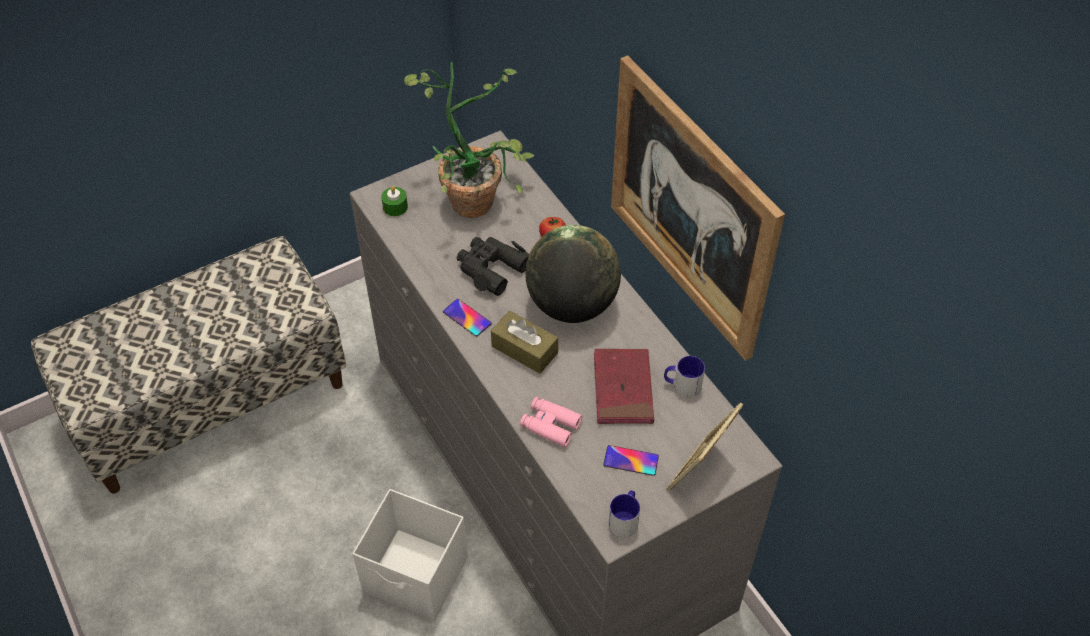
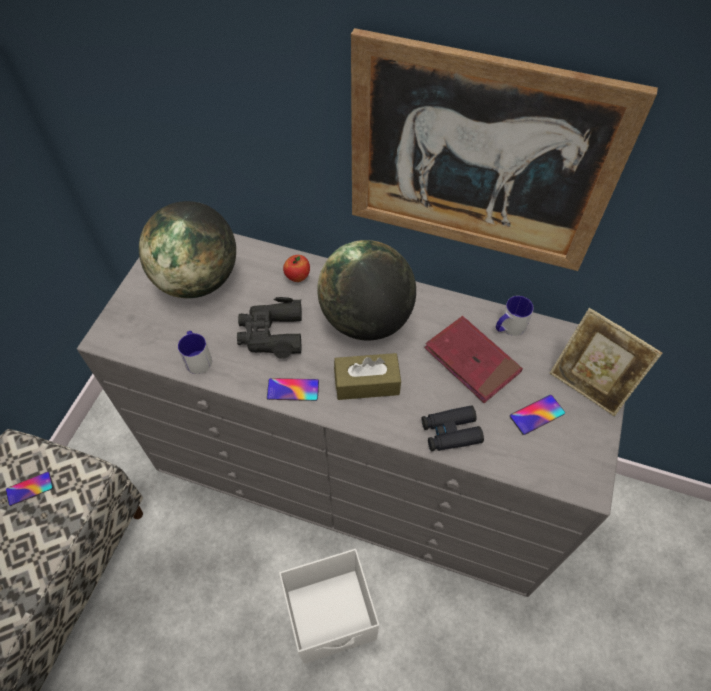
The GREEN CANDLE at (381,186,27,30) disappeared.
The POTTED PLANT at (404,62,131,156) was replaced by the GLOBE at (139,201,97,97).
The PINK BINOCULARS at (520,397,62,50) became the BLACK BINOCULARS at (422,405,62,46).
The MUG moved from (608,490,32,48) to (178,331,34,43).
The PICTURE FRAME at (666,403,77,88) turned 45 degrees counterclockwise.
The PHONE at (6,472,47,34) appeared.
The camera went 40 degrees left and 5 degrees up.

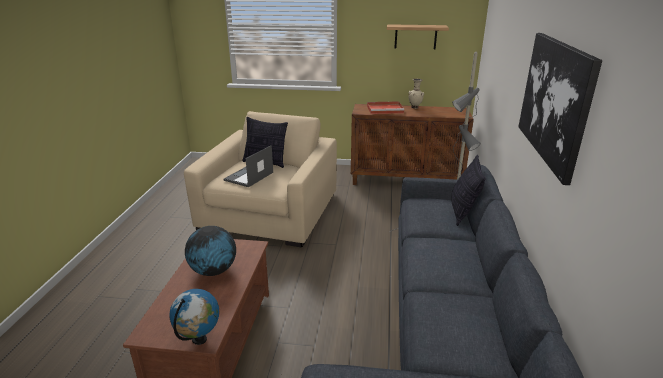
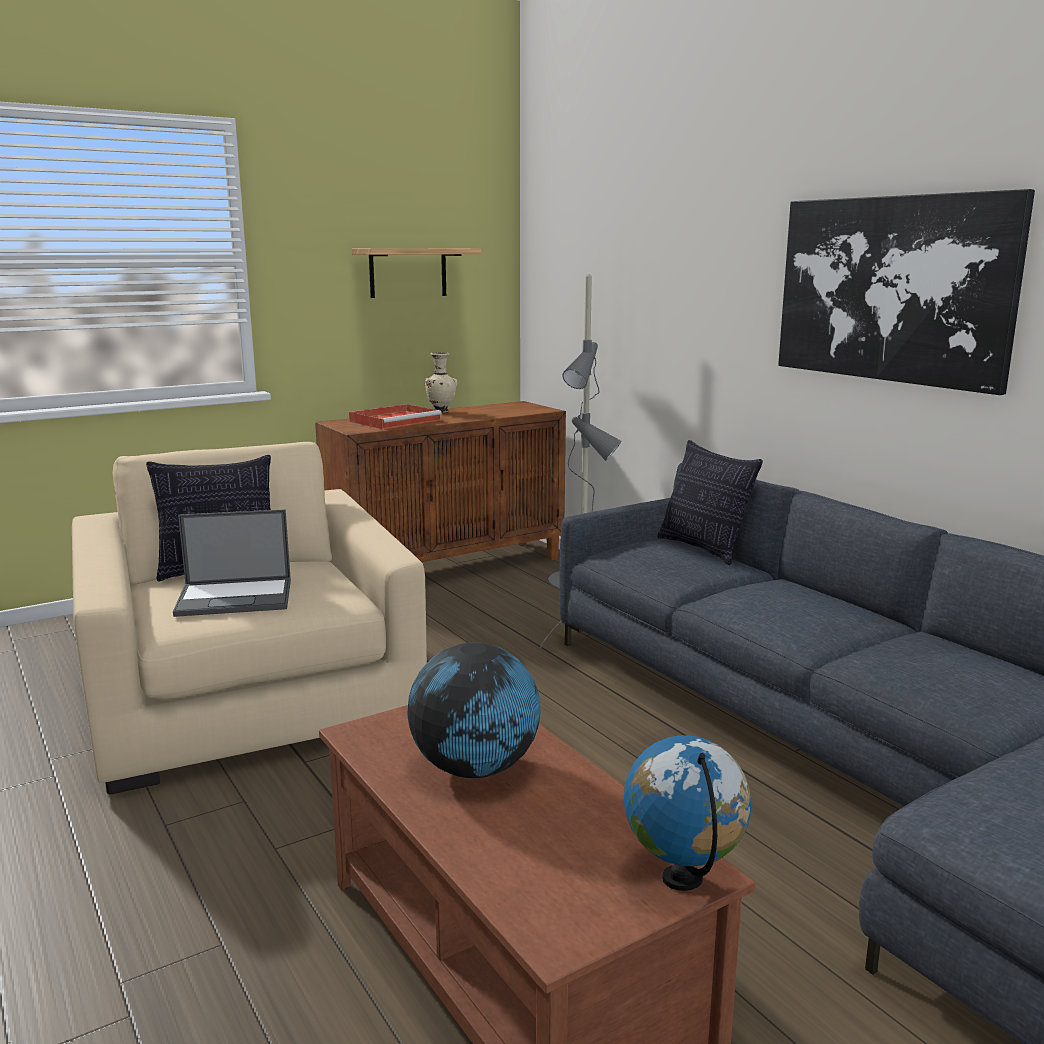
The LAPTOP at (223,145,50,42) turned 90 degrees counterclockwise.
The camera went 40 degrees left and 10 degrees down.

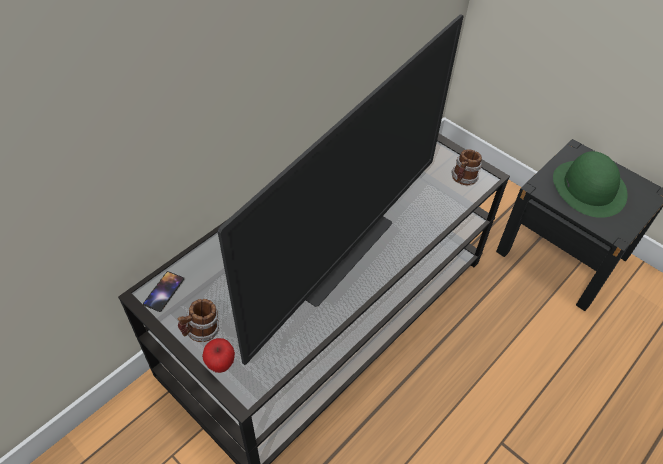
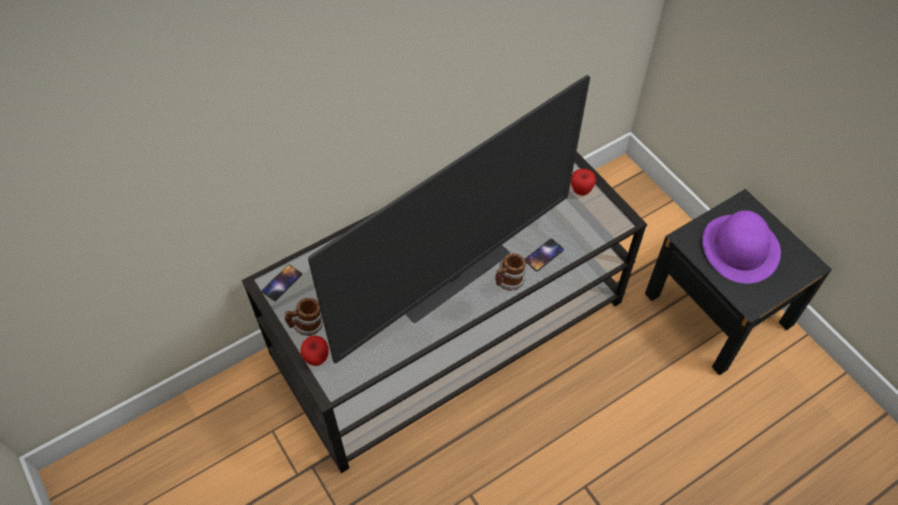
The MUG moved from (451,149,31,36) to (495,253,32,38).
The GREEN HAT at (553,151,75,67) became the PURPLE HAT at (702,210,79,73).
The PHONE at (525,239,39,33) appeared.
The APPLE at (571,169,25,27) appeared.
The camera went 15 degrees right and 5 degrees up.

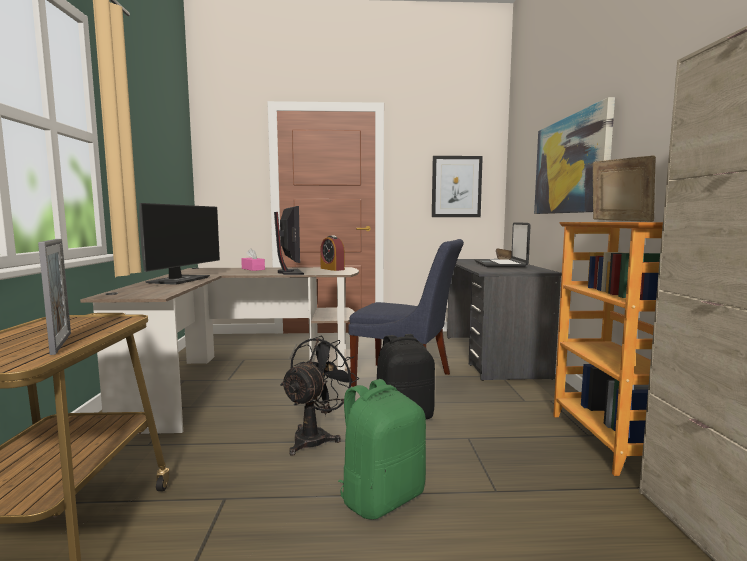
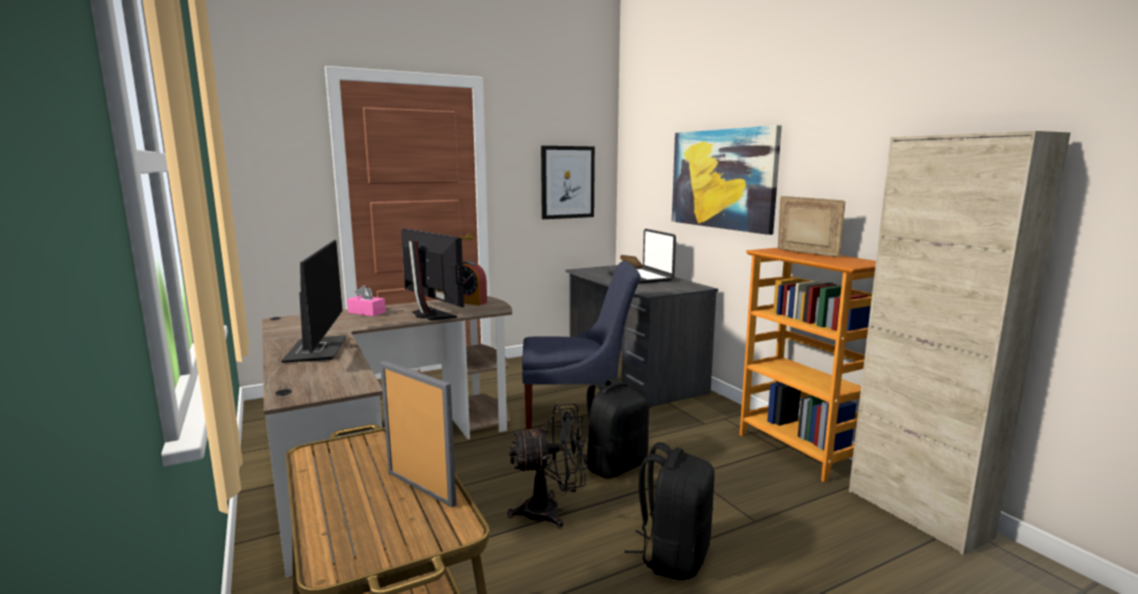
The BLACK FAN at (280,336,79,120) turned 75 degrees clockwise.
The GREEN BACKPACK at (338,379,88,141) became the BLACK BACKPACK at (624,442,91,138).
The camera went 25 degrees left and 5 degrees up.

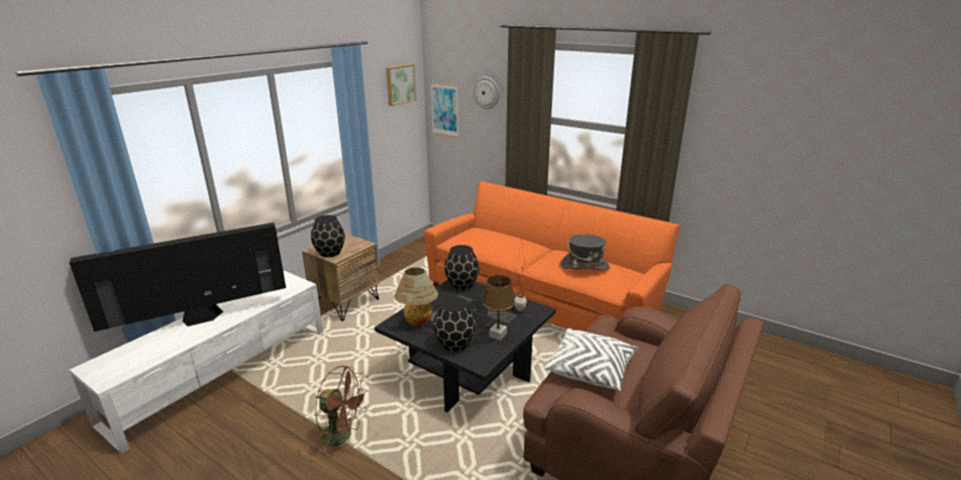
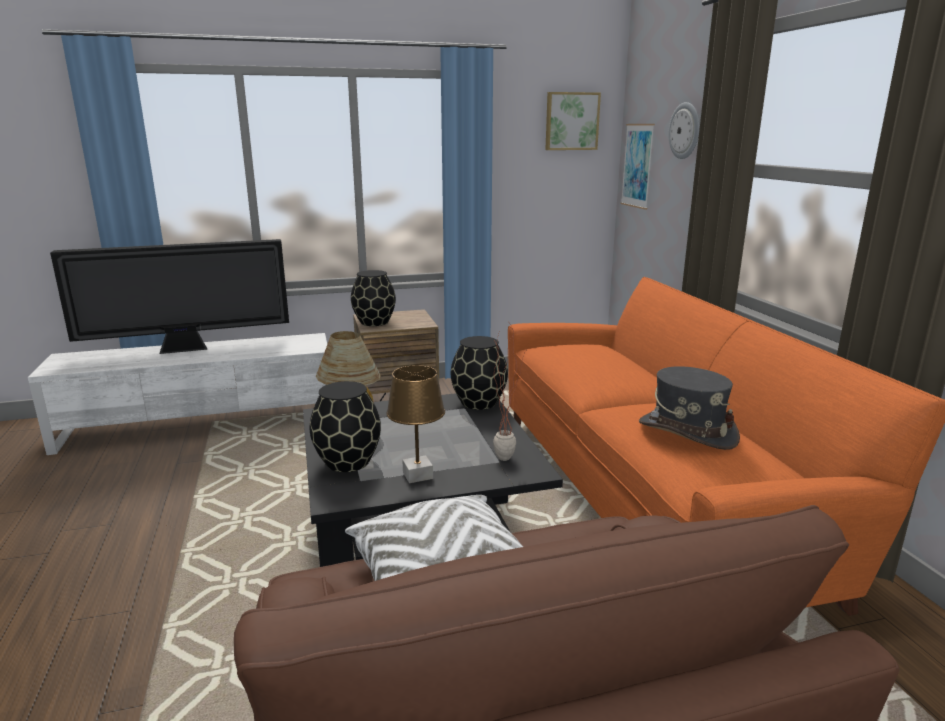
The TELEVISION at (69,222,217,110) turned 150 degrees clockwise.
The BROWN FAN at (315,365,53,92) disappeared.
The camera went 40 degrees right and 5 degrees down.

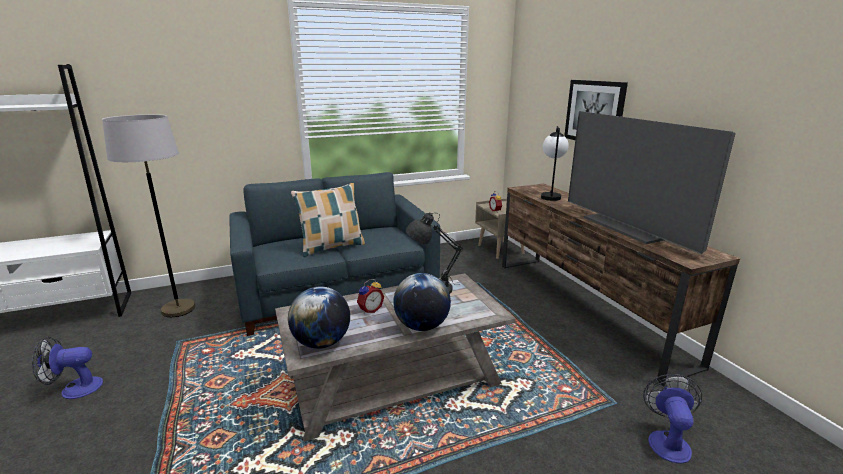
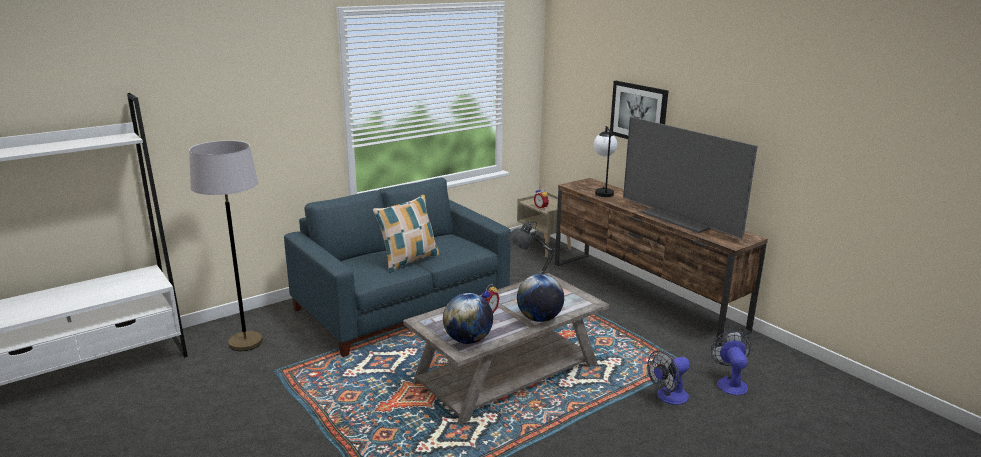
The FAN moved from (32,337,71,62) to (647,351,43,54).
The camera went 15 degrees left and 0 degrees up.

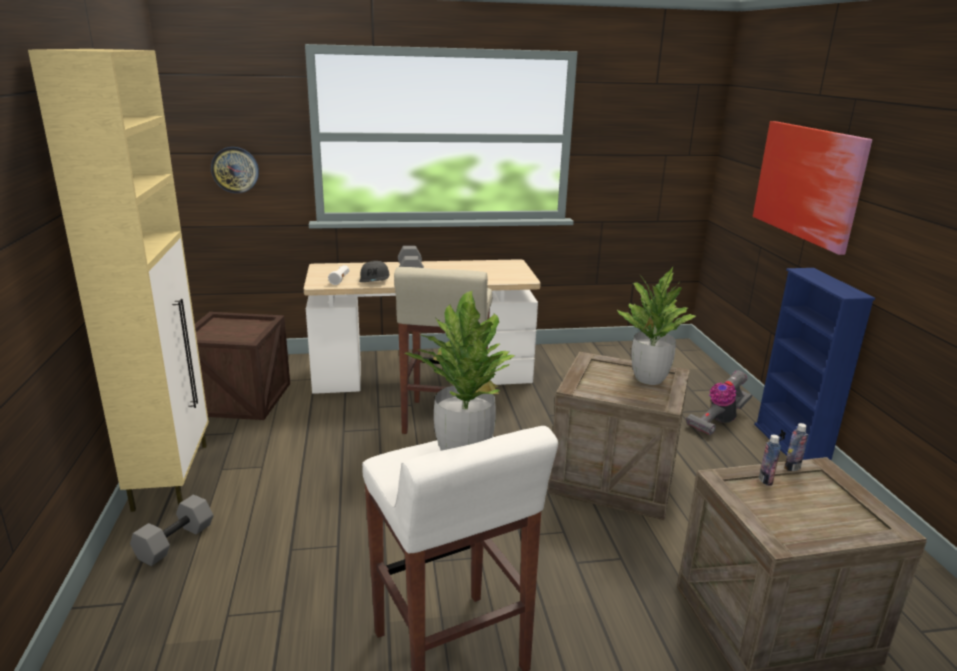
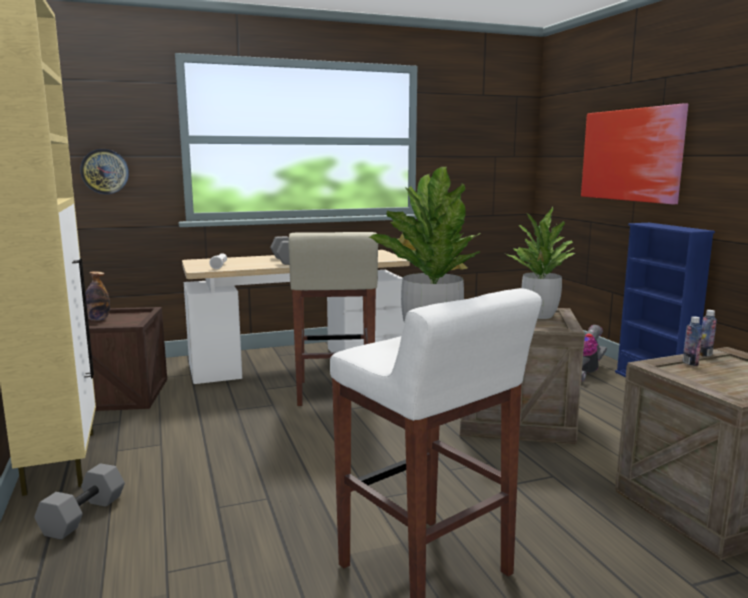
The GREY CAP at (359,261,30,21) disappeared.
The BOTTLE at (85,271,25,50) appeared.
The camera went 10 degrees left and 10 degrees down.

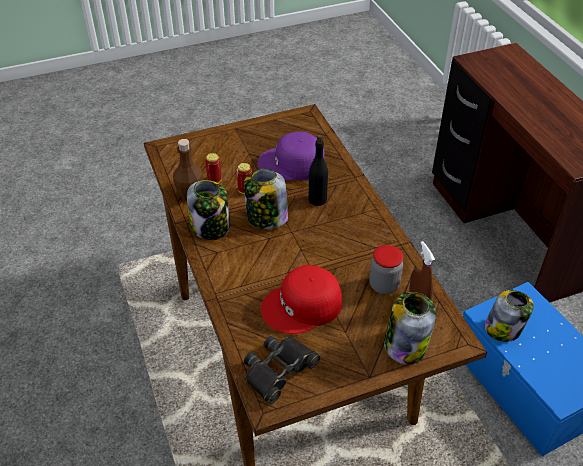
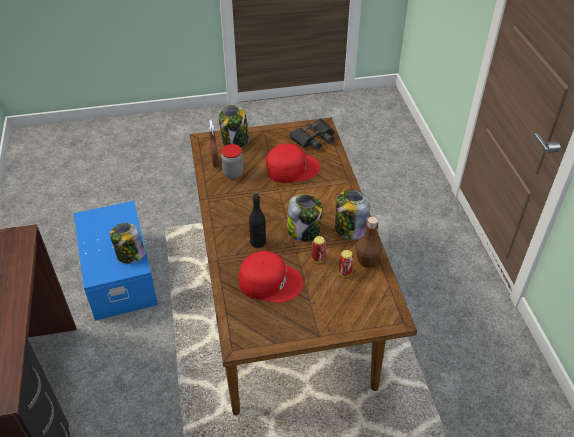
The PURPLE CAP at (257,131,68,49) became the RED CAP at (239,251,64,52).
The camera went 170 degrees left and 0 degrees up.

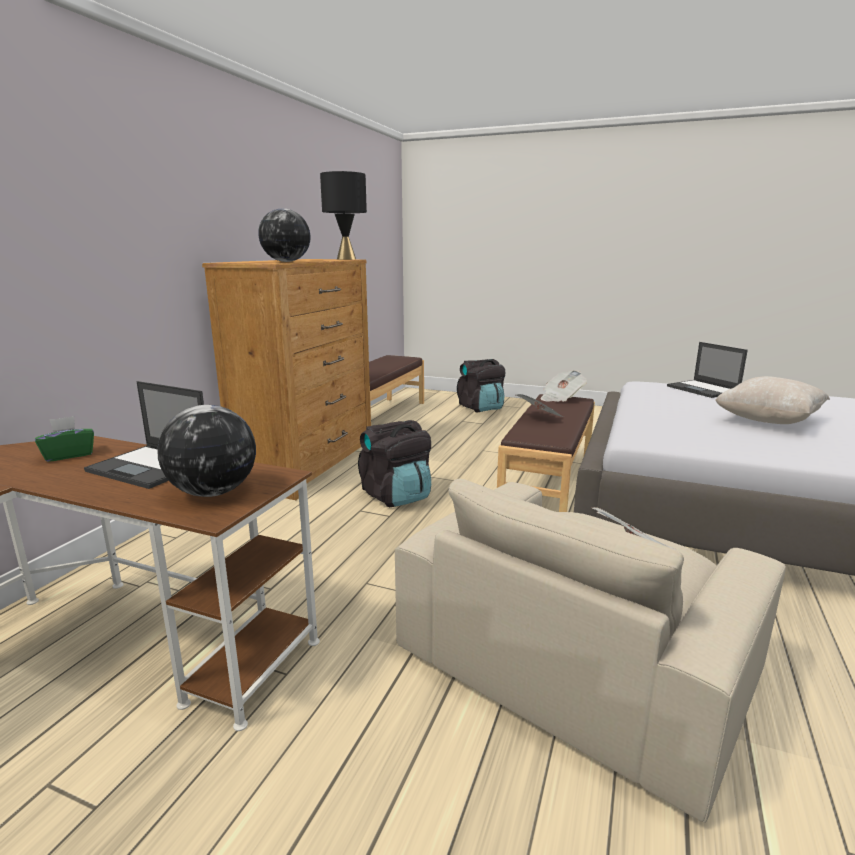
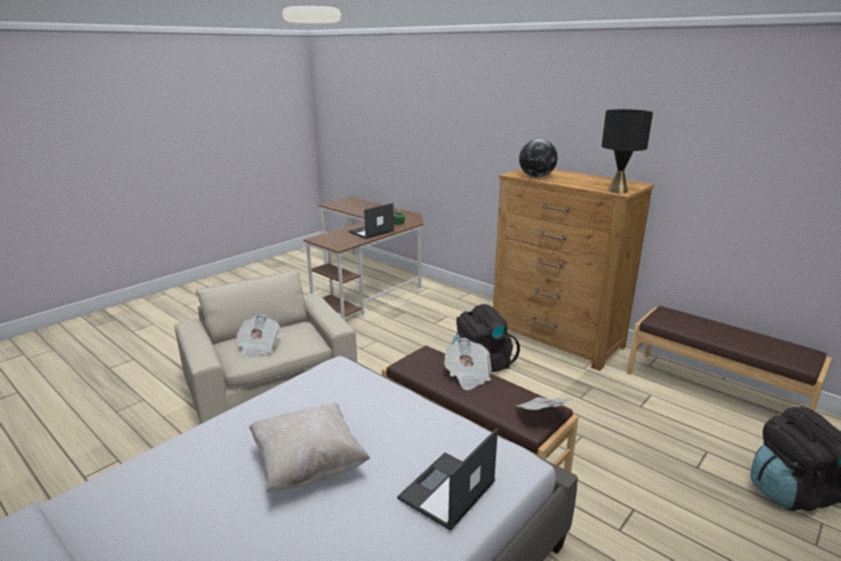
The GLOBE at (157,405,99,92) disappeared.
The LAPTOP at (667,342,81,56) turned 45 degrees counterclockwise.
The camera went 110 degrees right and 5 degrees up.

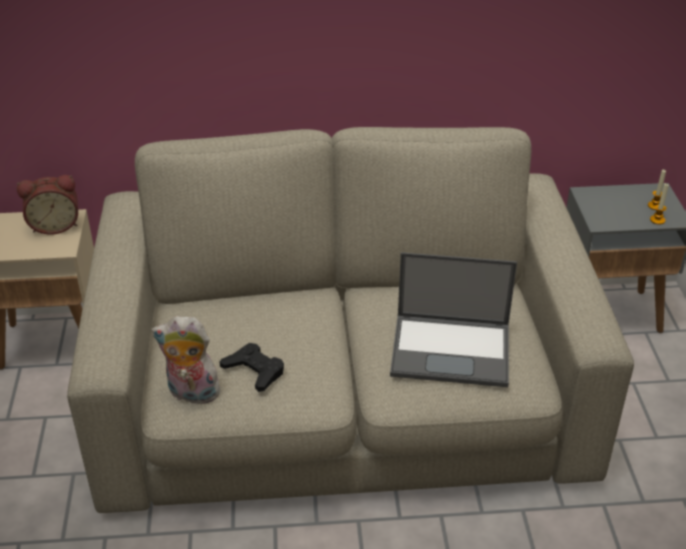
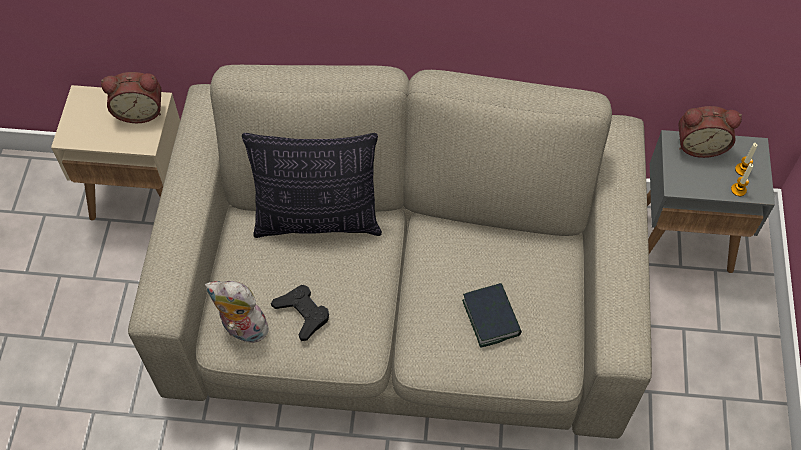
The LAPTOP at (390,252,127,135) was replaced by the BOOK at (462,283,60,65).
The PILLOW at (242,133,140,105) appeared.
The ALARM CLOCK at (679,106,63,52) appeared.
The camera went 10 degrees right and 20 degrees up.

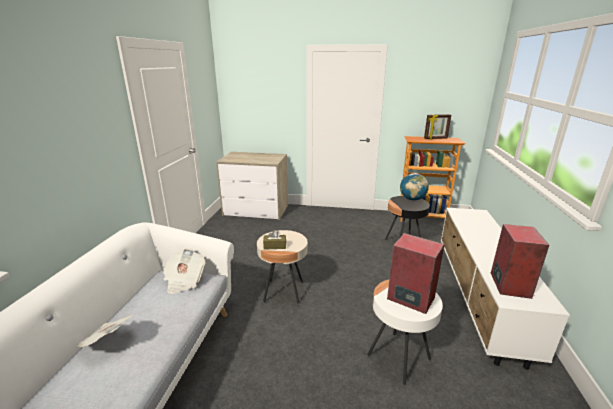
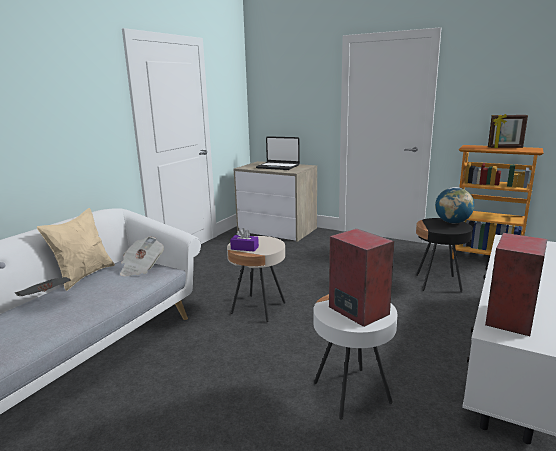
The BROWN TISSUE BOX at (263,230,23,20) became the PURPLE TISSUE BOX at (230,228,29,23).
The BEIGE PILLOW at (37,208,78,83) appeared.
The LAPTOP at (256,136,44,34) appeared.
The camera went 20 degrees right and 5 degrees down.

